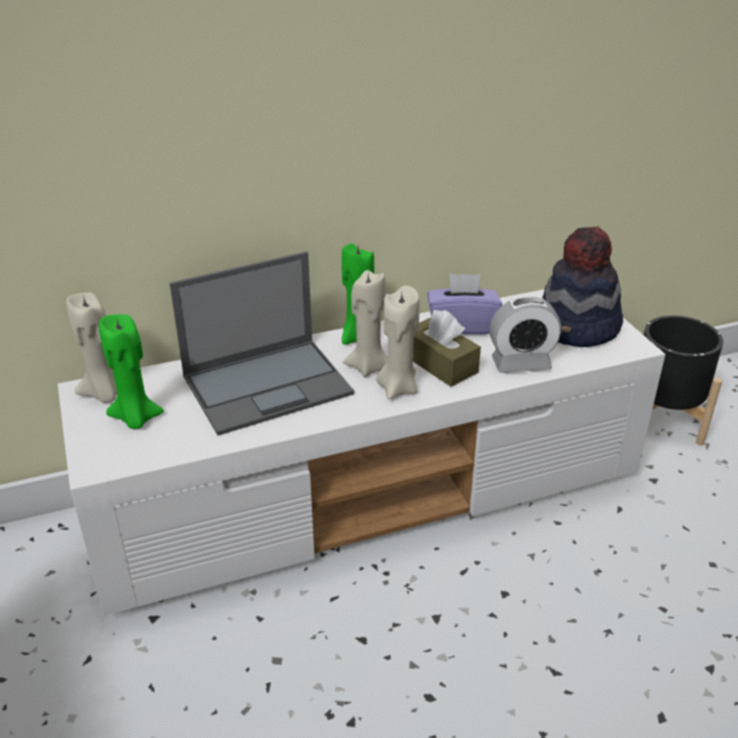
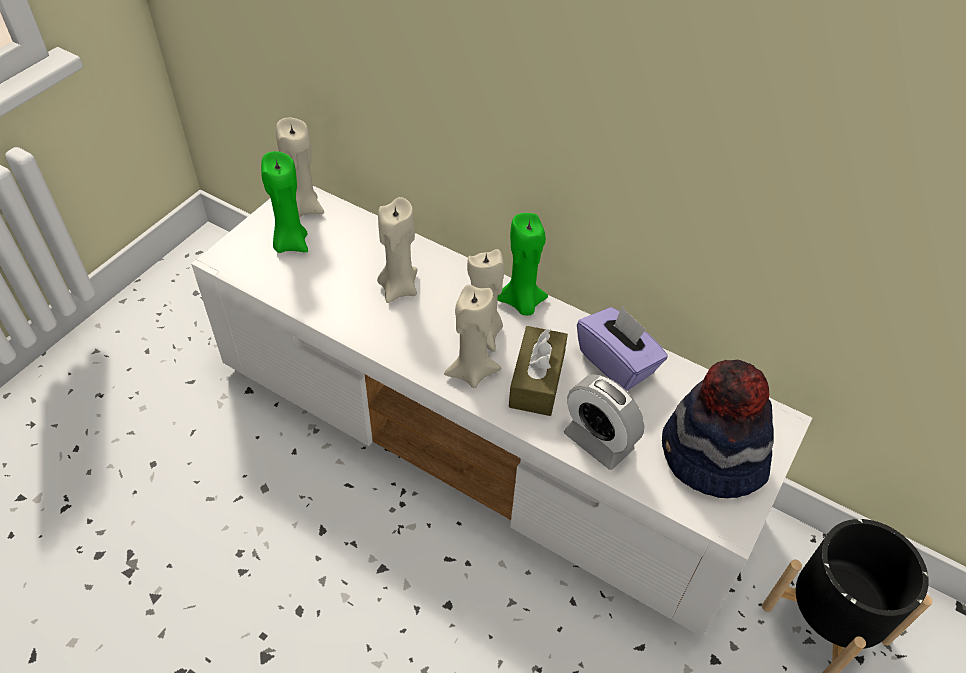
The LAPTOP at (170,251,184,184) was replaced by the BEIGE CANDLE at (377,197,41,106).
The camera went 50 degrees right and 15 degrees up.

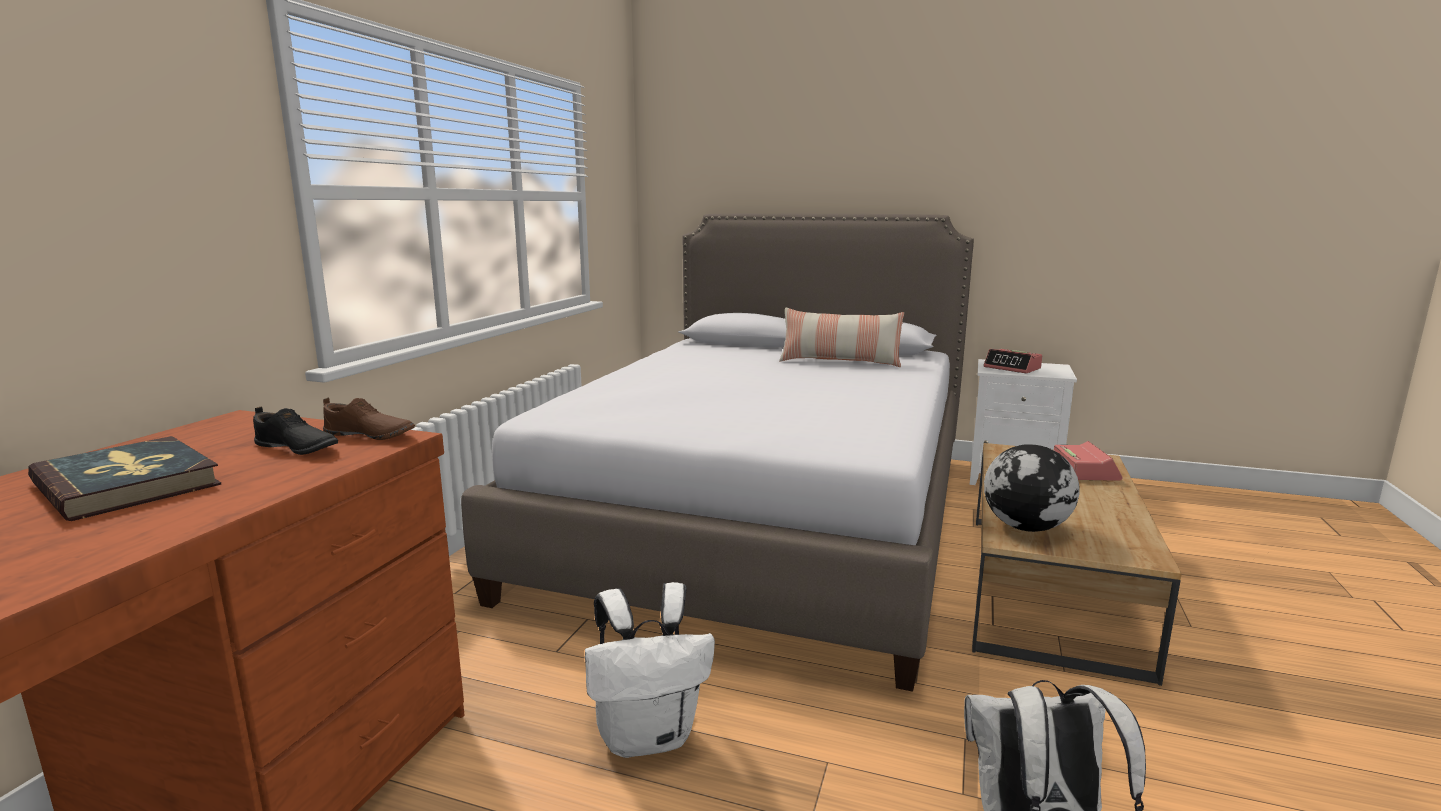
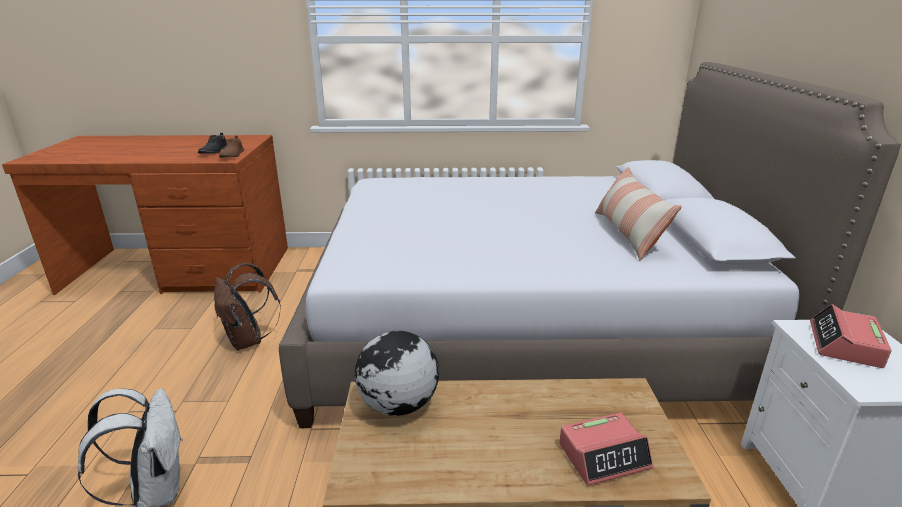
The BOOK at (28,436,193,85) disappeared.
The WHITE BACKPACK at (585,582,130,176) became the BROWN BACKPACK at (214,262,67,88).
The camera went 70 degrees right and 10 degrees up.

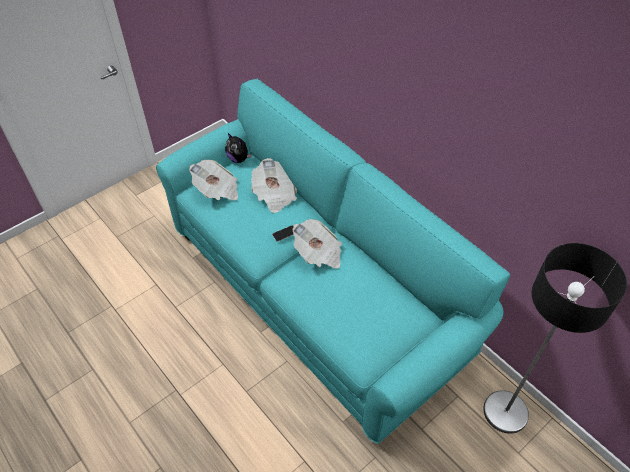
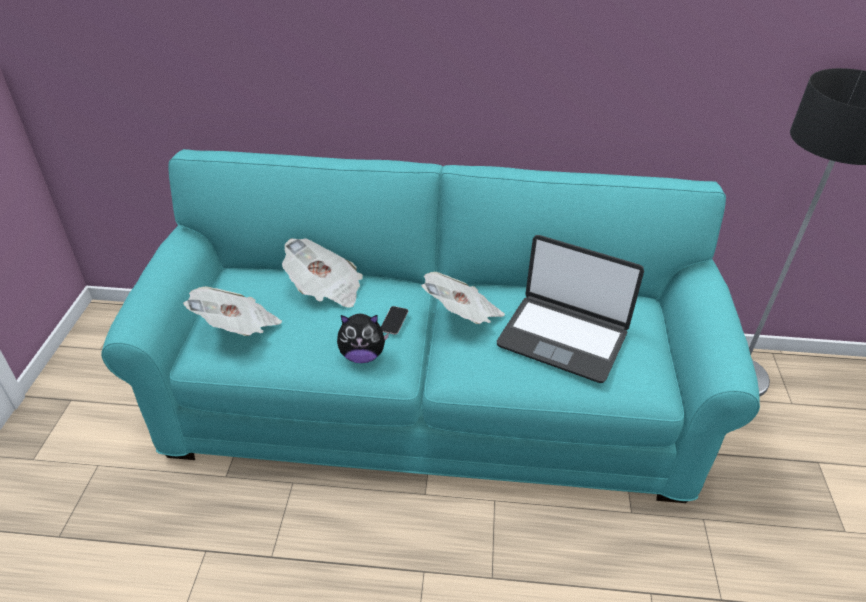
The PLUSH TOY moved from (225,133,27,30) to (337,314,52,49).
The LAPTOP at (497,235,147,148) appeared.
The camera went 45 degrees left and 10 degrees down.

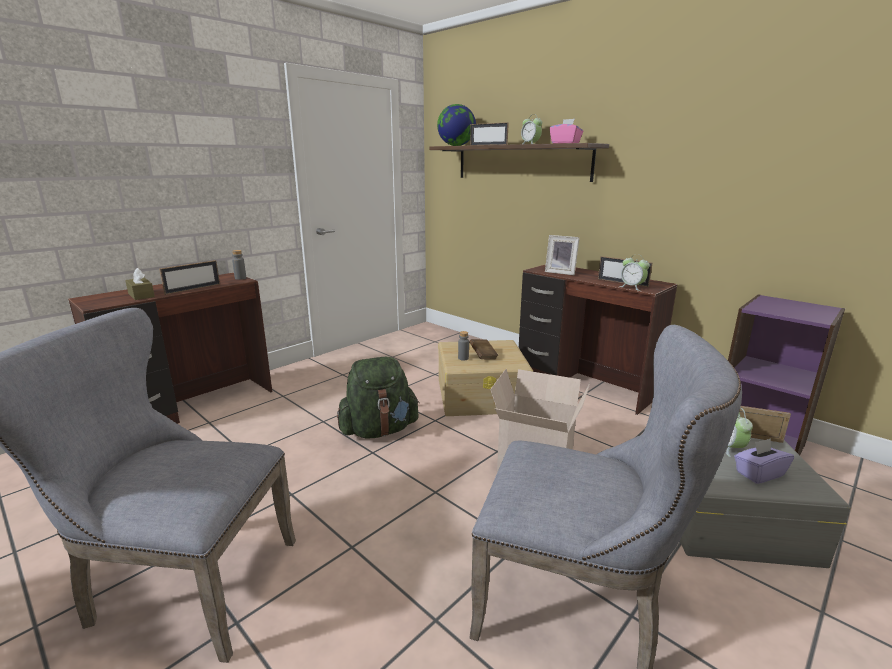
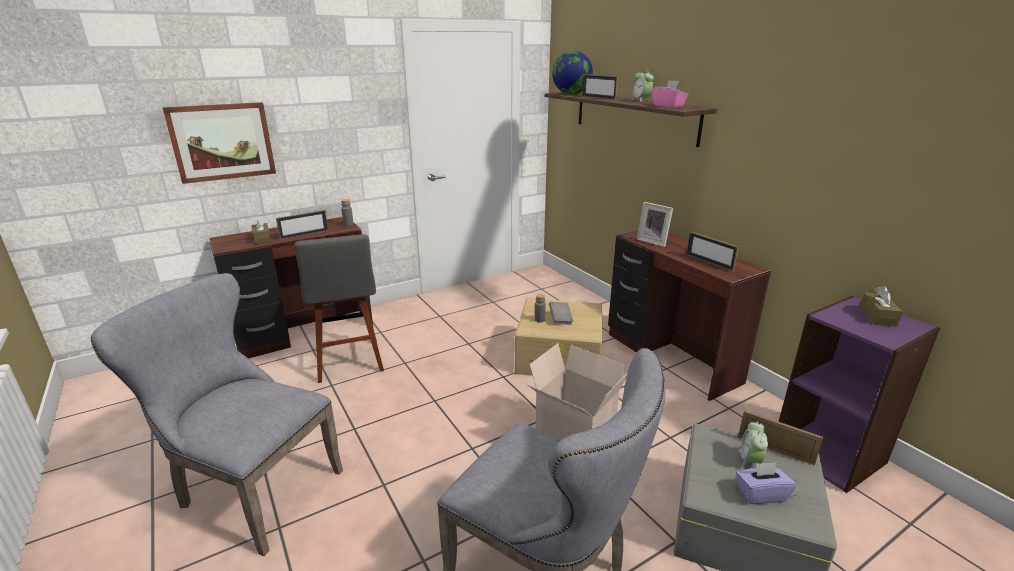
The GREEN BACKPACK at (337,357,82,81) disappeared.
The BROWN BOOK at (469,339,29,20) became the GREY BOOK at (549,302,24,23).
The ALARM CLOCK at (619,254,31,37) disappeared.
The PICTURE at (162,102,114,82) appeared.
The GREY STOOL at (294,234,90,149) appeared.
The BROWN TISSUE BOX at (860,286,43,41) appeared.
The camera went 15 degrees right and 5 degrees up.

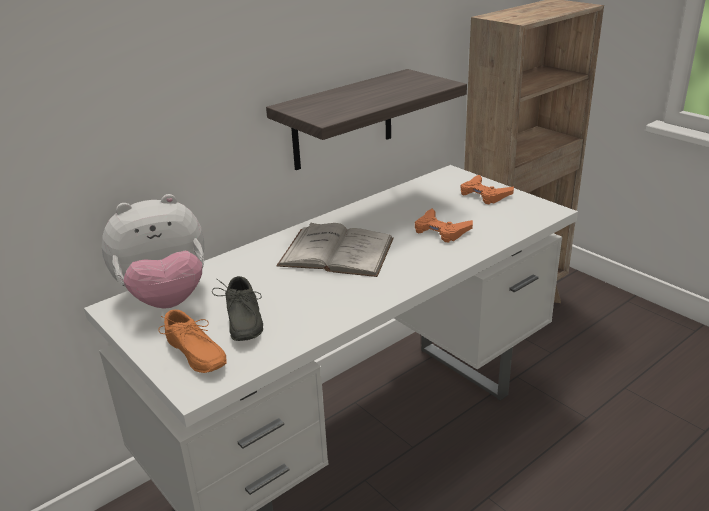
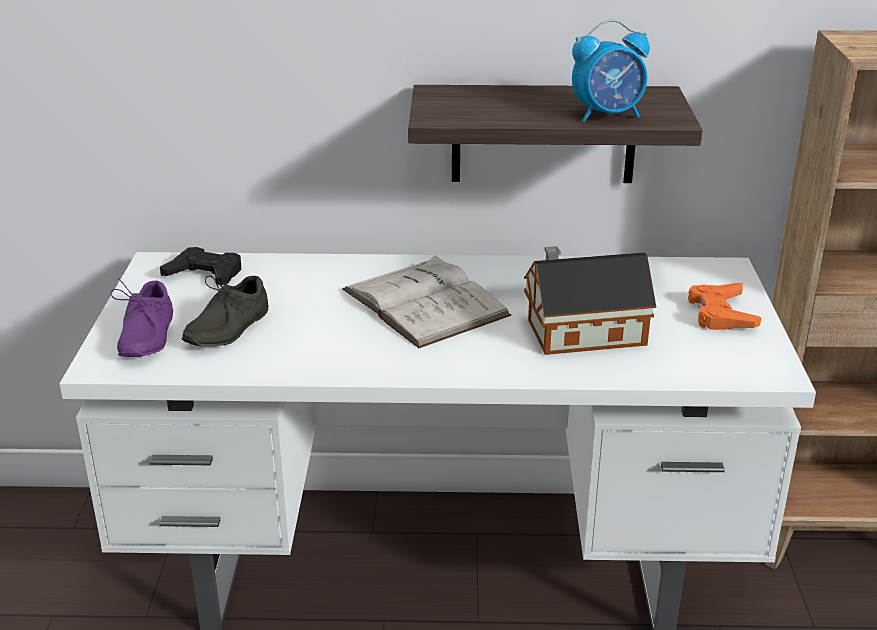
The PLUSH TOY at (102,194,102,115) was replaced by the BLACK GAME CONTROLLER at (160,247,81,38).
The ORANGE SHOE at (158,310,69,63) became the PURPLE SHOE at (111,278,62,79).
The ORANGE GAME CONTROLLER at (415,209,58,34) was replaced by the TOY HOUSE at (524,246,132,109).
The ALARM CLOCK at (572,19,78,103) appeared.
The camera went 40 degrees right and 0 degrees up.

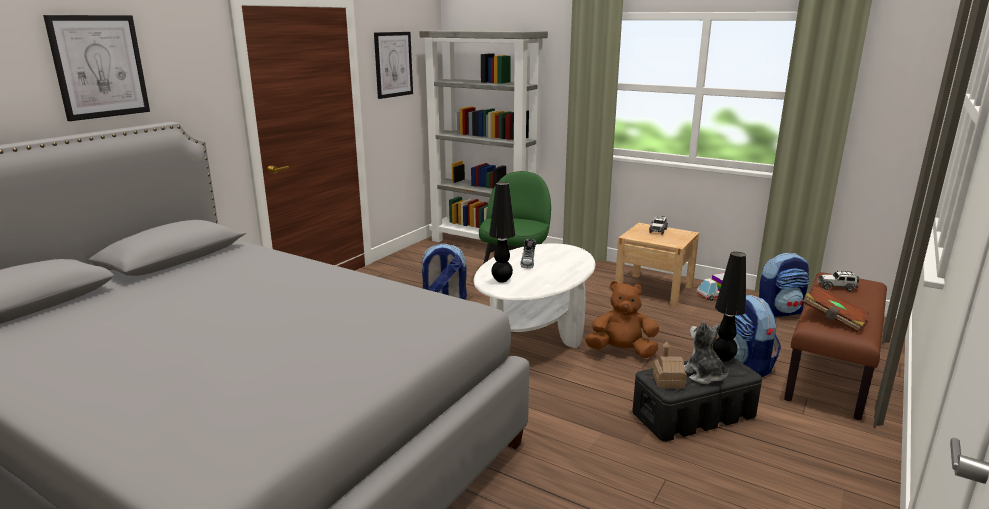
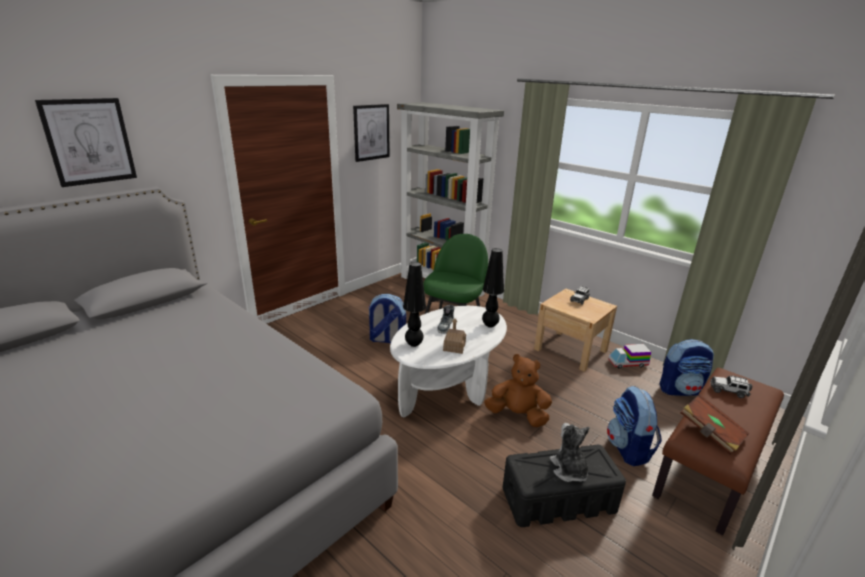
The TOY HOUSE moved from (653,342,34,47) to (443,319,23,35).
The BLACK TABLE LAMP moved from (712,252,34,109) to (482,248,22,80).
The camera went 10 degrees right and 5 degrees up.

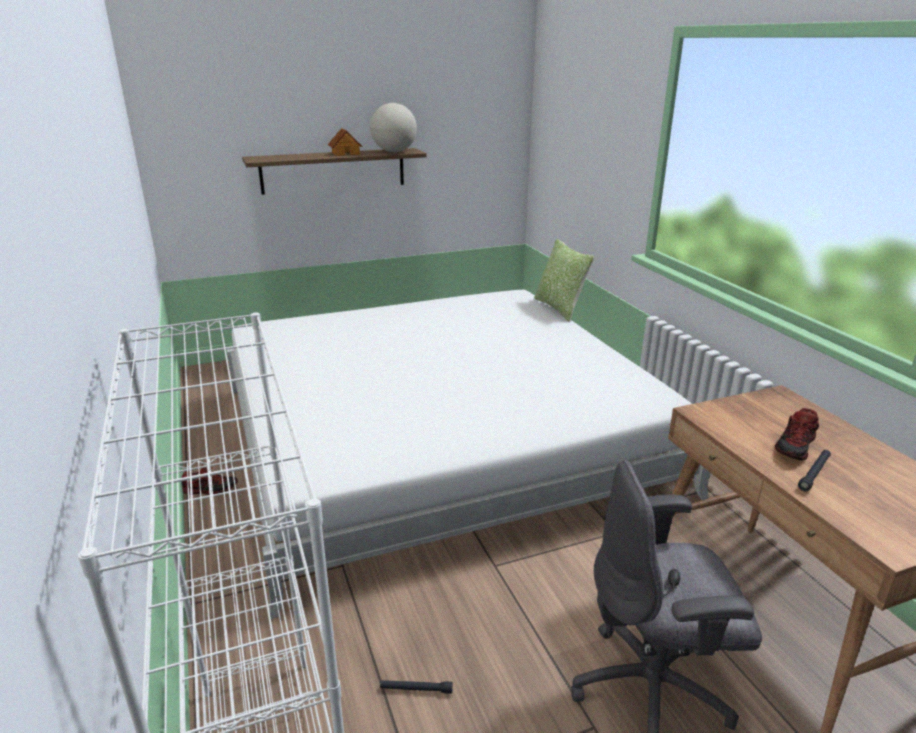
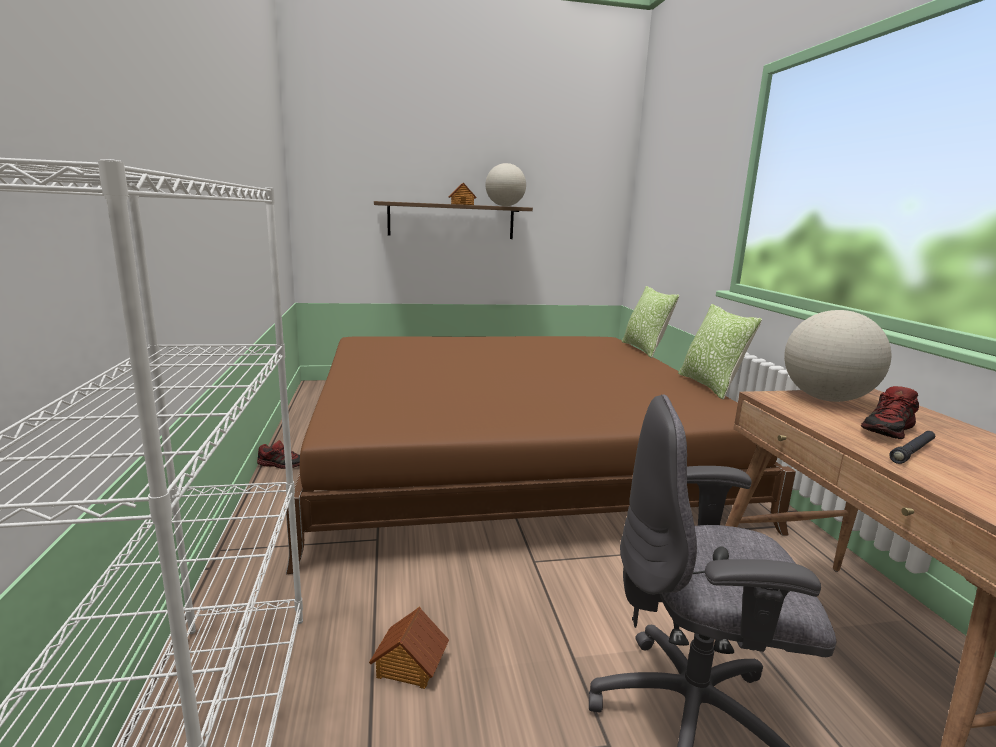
The WHITE BED at (227,290,483,329) became the BROWN BED at (286,336,510,238).
The BLACK FLASHLIGHT at (380,680,73,14) was replaced by the TOY HOUSE at (369,607,80,82).
The PILLOW at (678,304,84,96) appeared.
The GLOBE at (784,310,107,92) appeared.
The camera went 10 degrees right and 10 degrees down.

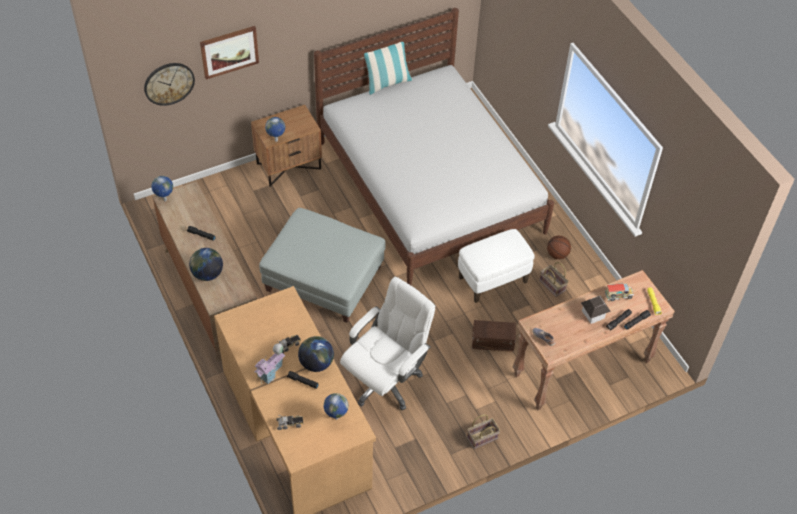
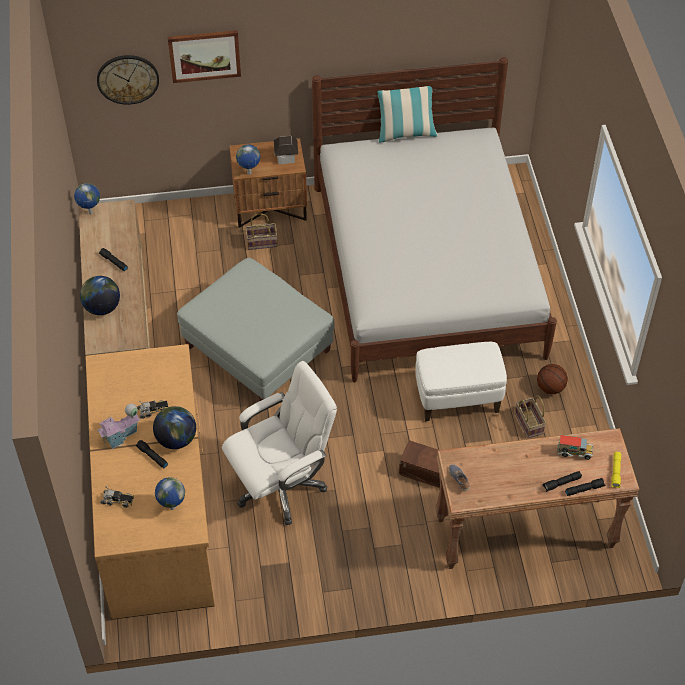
The BASKET moved from (467,414,33,35) to (245,213,32,37).
The TOY HOUSE moved from (581,296,30,28) to (274,136,24,28).
The camera went 20 degrees right and 0 degrees up.

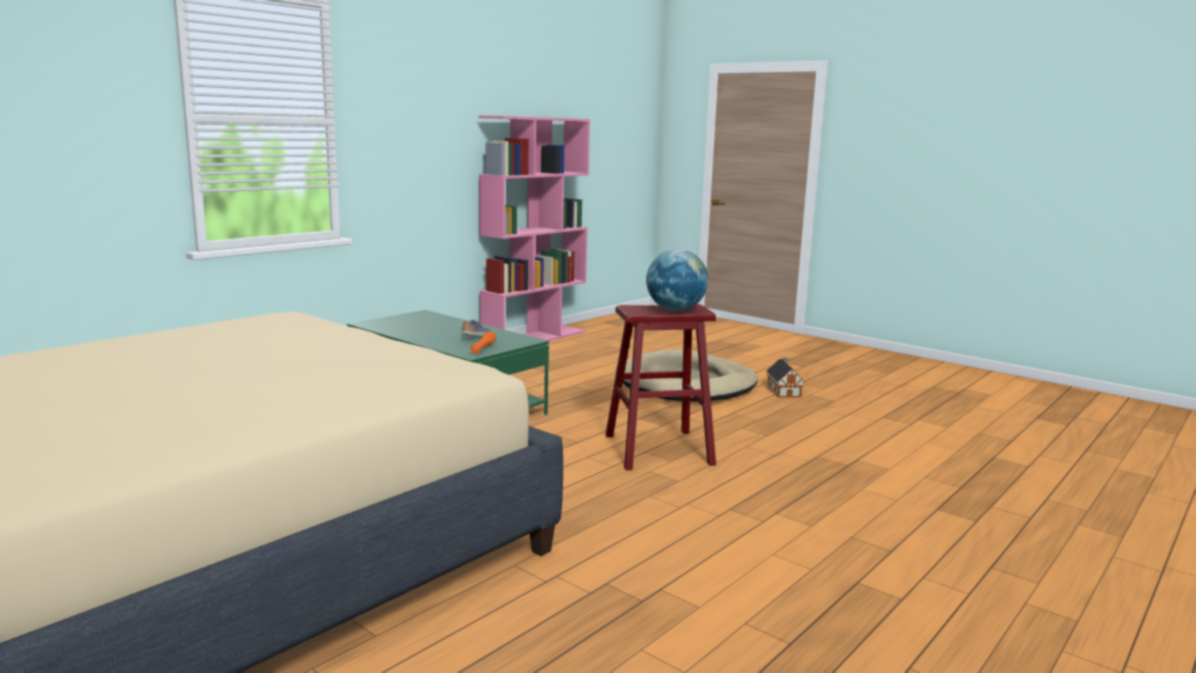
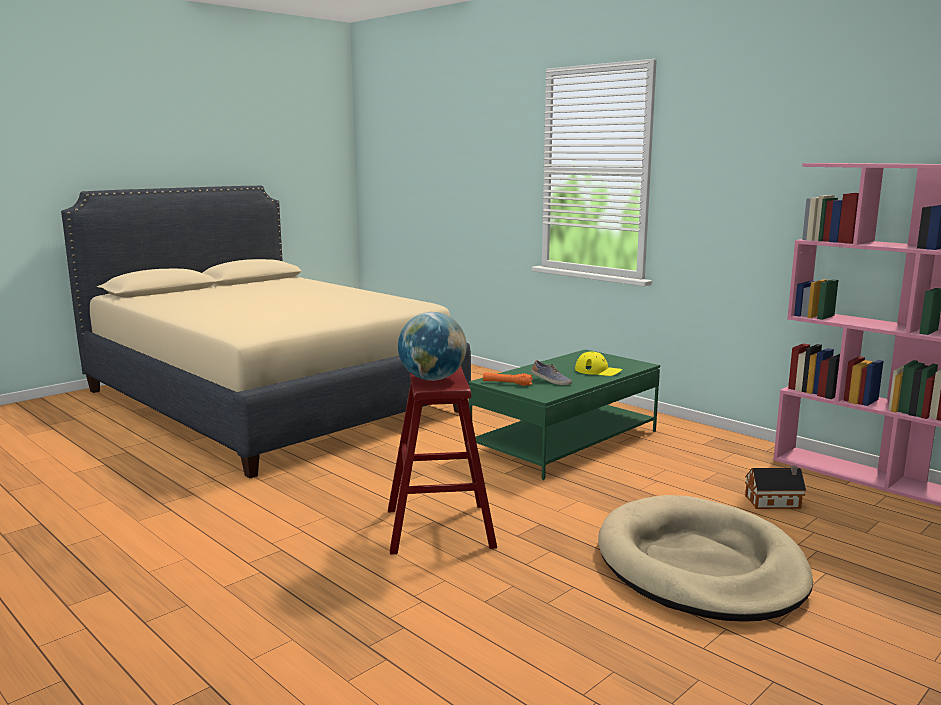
The TOY HOUSE moved from (766,357,39,40) to (745,465,61,44).
The YELLOW CAP at (575,352,47,24) appeared.
The camera went 95 degrees right and 0 degrees up.

